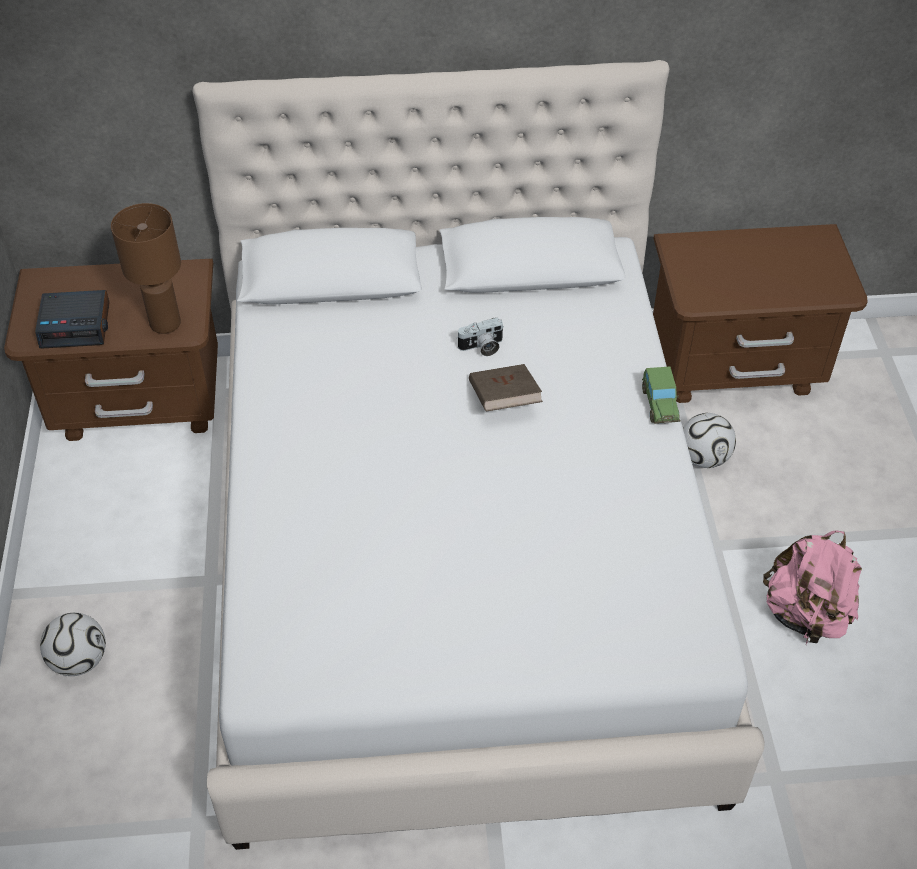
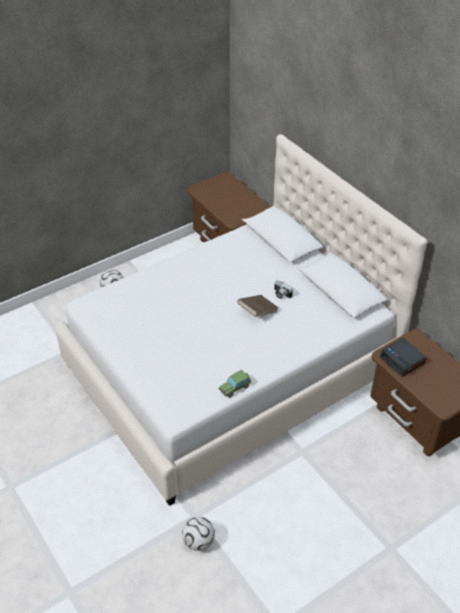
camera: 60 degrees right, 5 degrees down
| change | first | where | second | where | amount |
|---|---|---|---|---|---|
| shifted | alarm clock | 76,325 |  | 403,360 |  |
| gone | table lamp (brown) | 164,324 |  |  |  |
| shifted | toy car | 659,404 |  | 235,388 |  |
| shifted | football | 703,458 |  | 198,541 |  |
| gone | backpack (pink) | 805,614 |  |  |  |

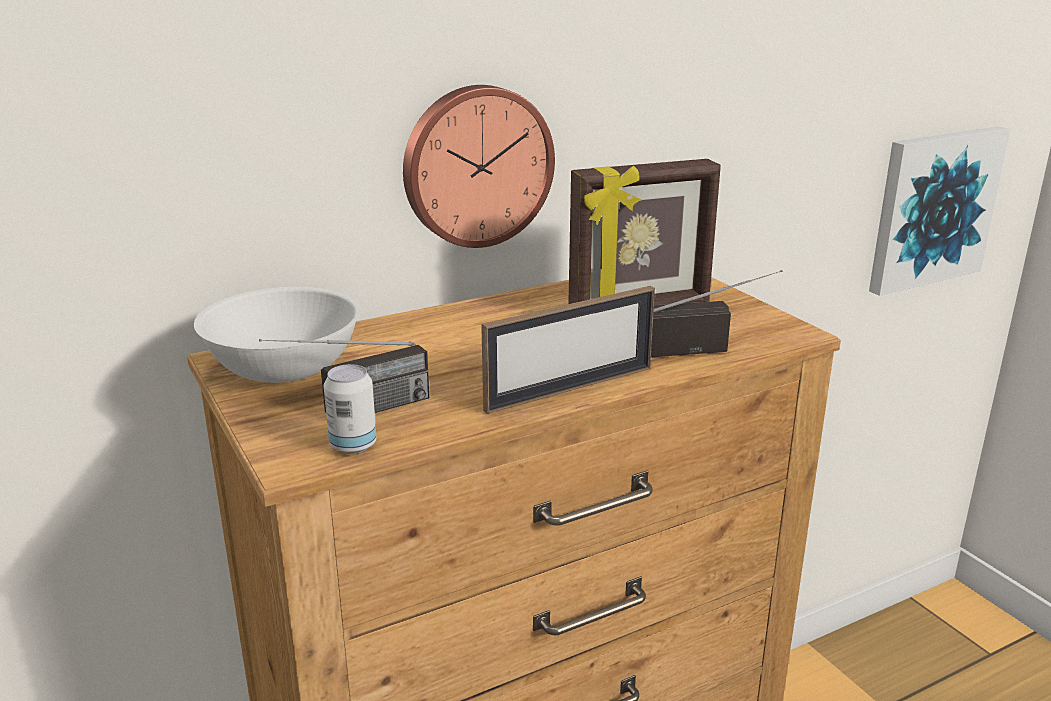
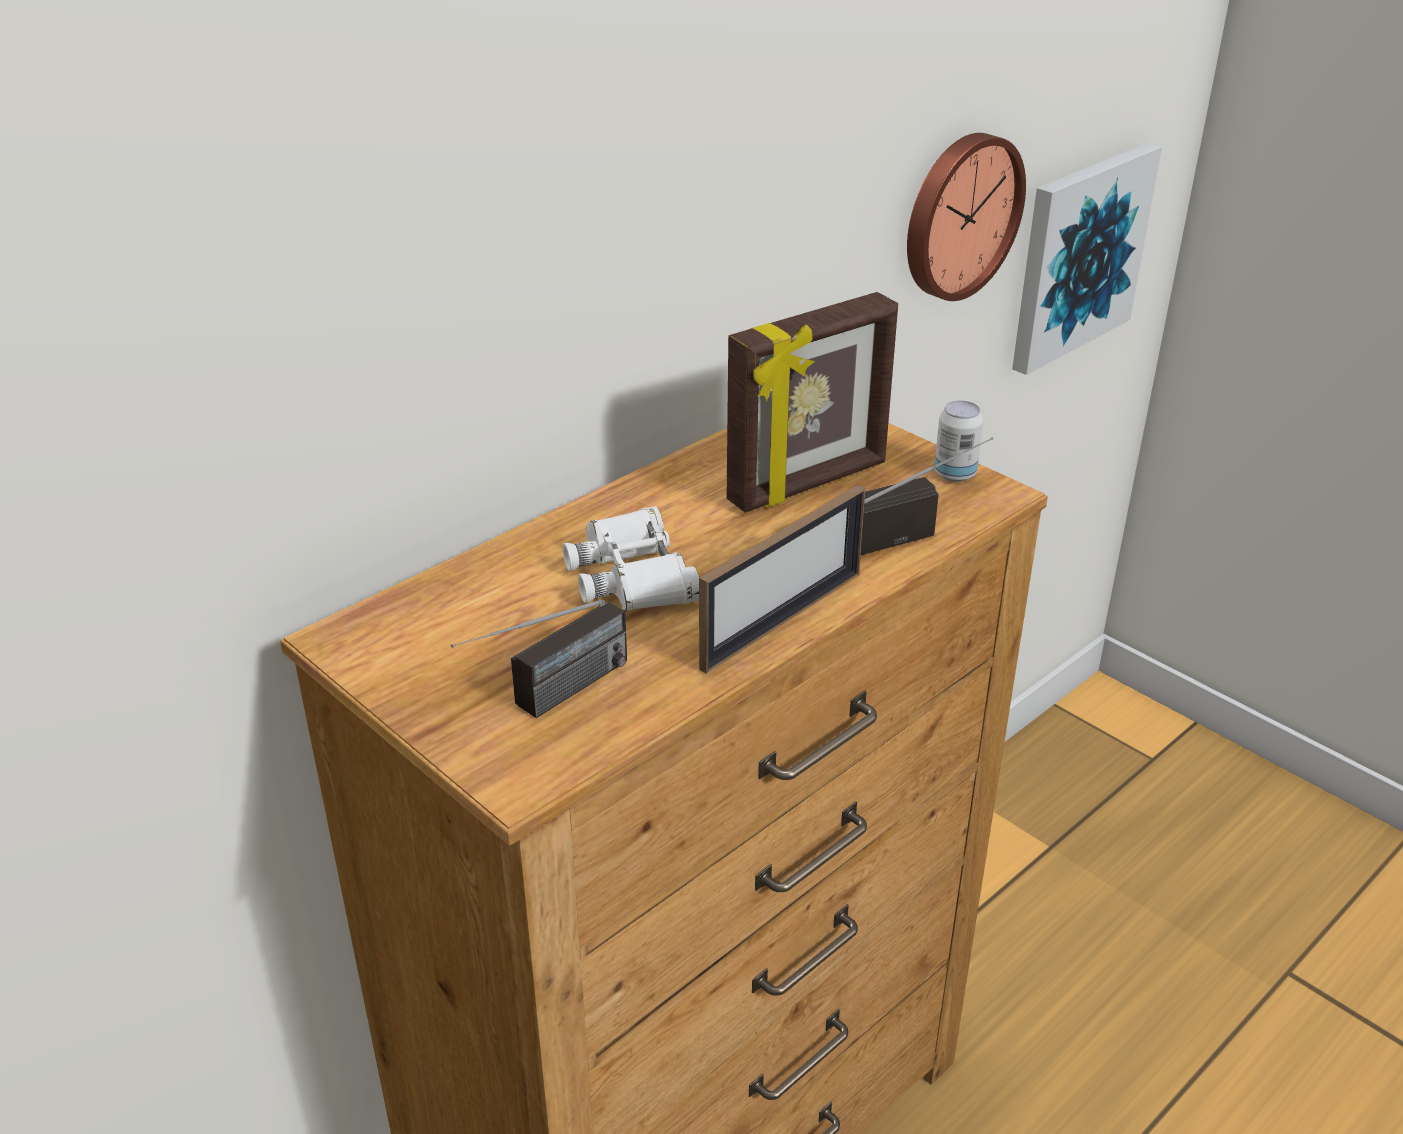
camera: 15 degrees left, 10 degrees up
| change | first | where | second | where | amount |
|---|---|---|---|---|---|
| gone | bowl (white) | 285,368 |  |  |  |
| shifted | can | 353,445 |  | 954,474 |  |
| shifted | wall clock | 476,165 |  | 959,215 |  |
| new |  |  | binoculars (white) | 632,575 |  |

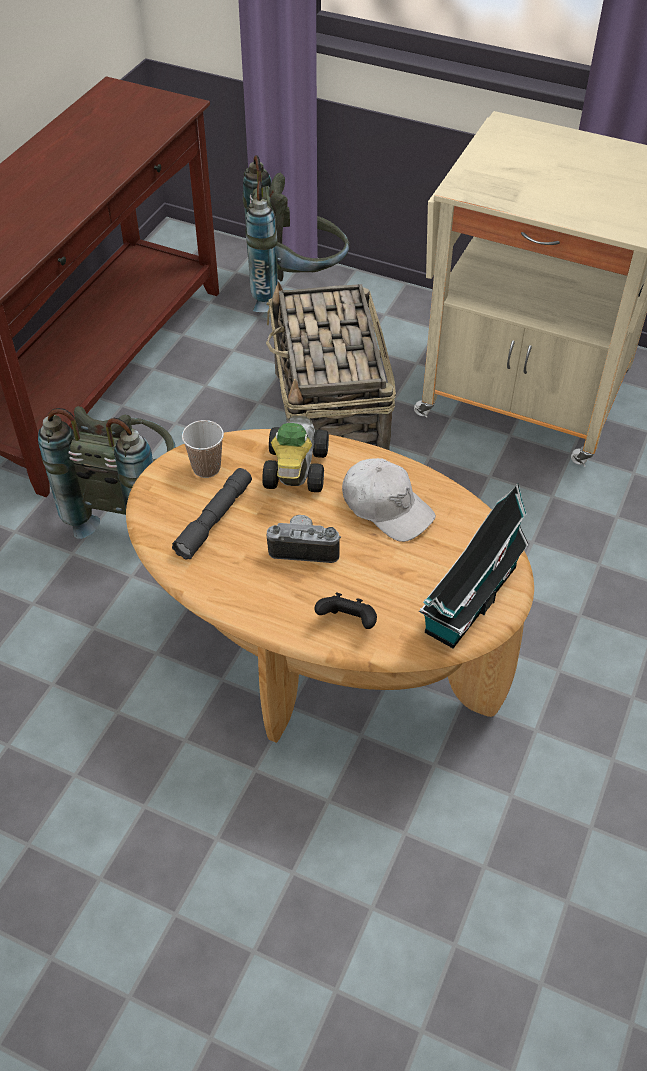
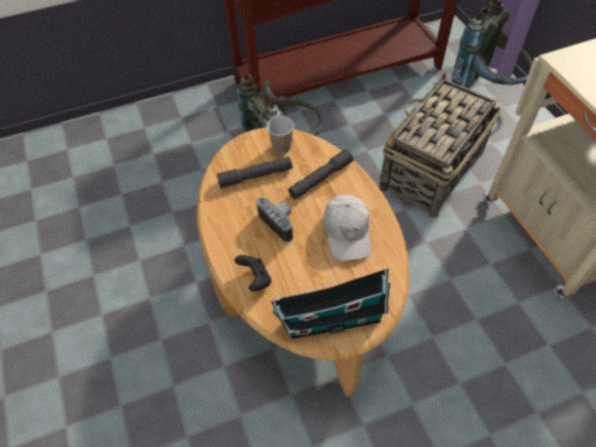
camera: 45 degrees right, 5 degrees up
| change | first | where | second | where | amount |
|---|---|---|---|---|---|
| swapped | toy car | 293,472 | flashlight (grey) | 321,179 |  |

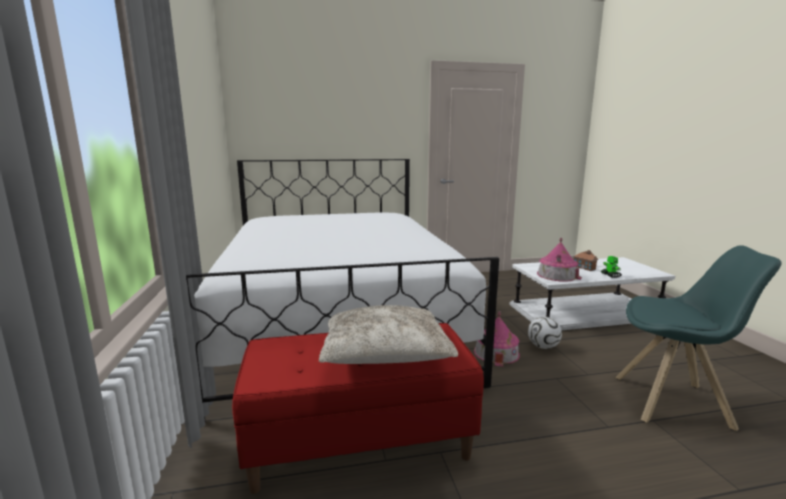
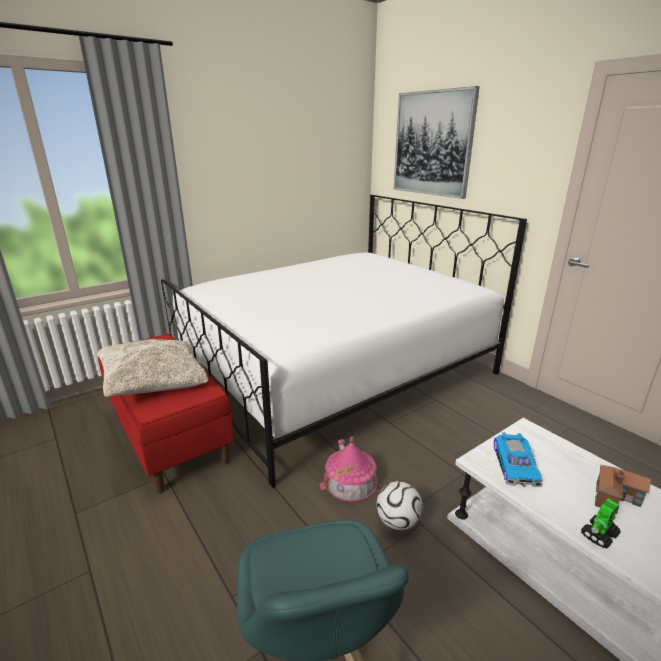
camera: 65 degrees right, 10 degrees up
| change | first | where | second | where | amount |
|---|---|---|---|---|---|
| swapped | toy house | 557,275 | toy car | 516,465 |  |
| new |  |  | picture | 432,144 |  |

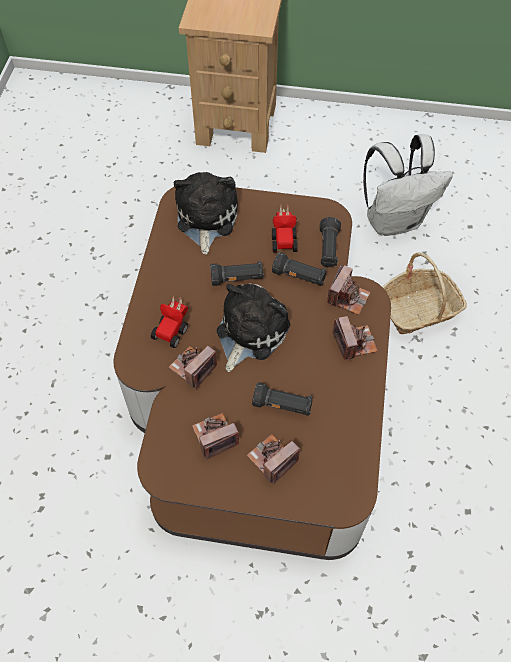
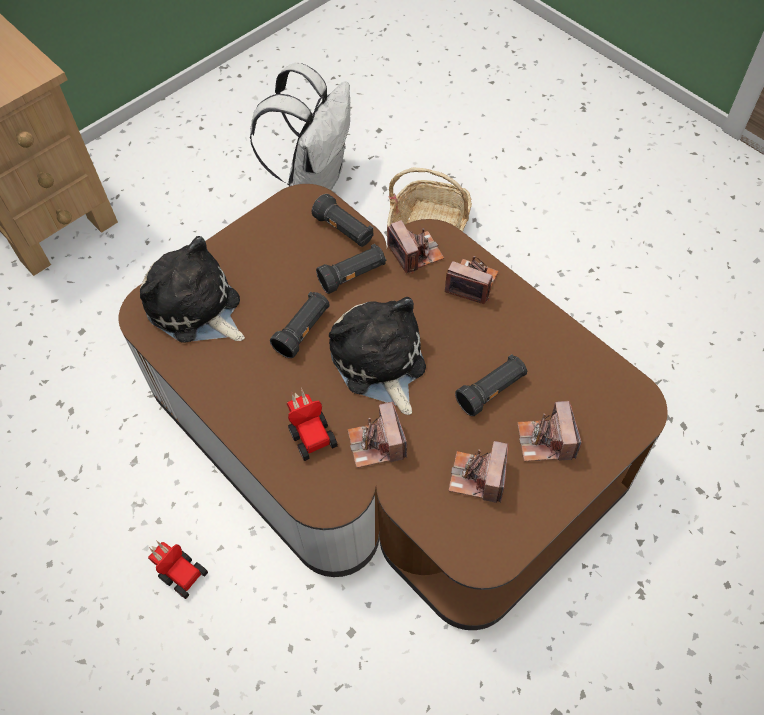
camera: 50 degrees left, 0 degrees up
| change | first | where | second | where | amount |
|---|---|---|---|---|---|
| shifted | toy car | 283,238 |  | 178,571 |  |

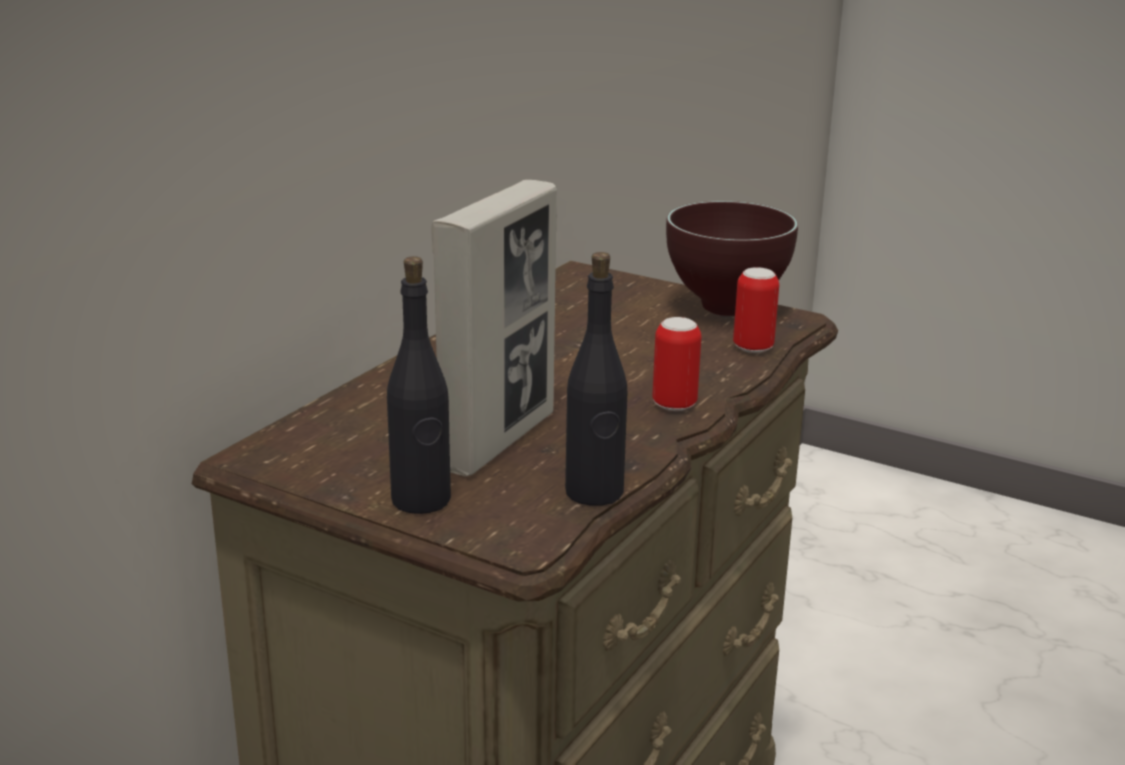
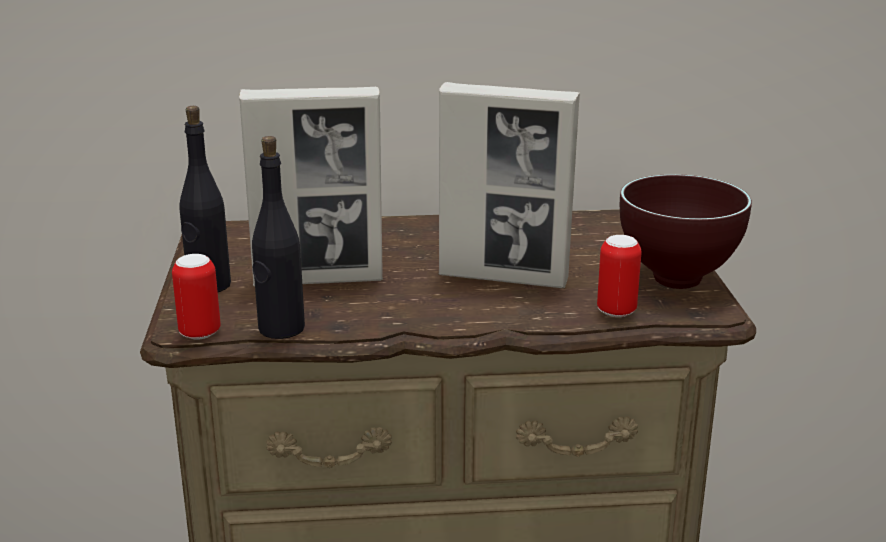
camera: 55 degrees right, 0 degrees up
| change | first | where | second | where | amount |
|---|---|---|---|---|---|
| shifted | can | 674,404 |  | 200,333 |  |
| new |  |  | picture frame | 503,278 |  |

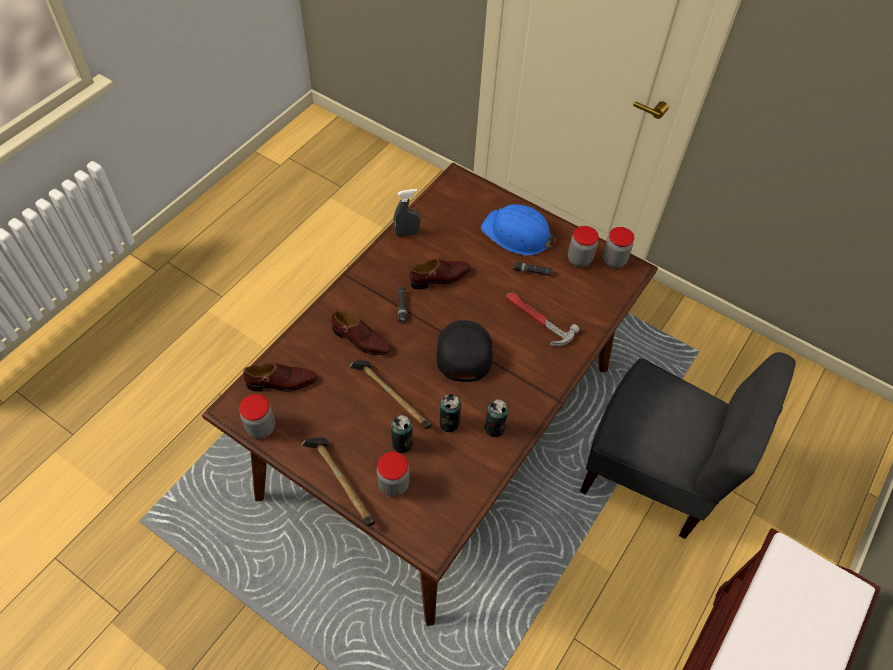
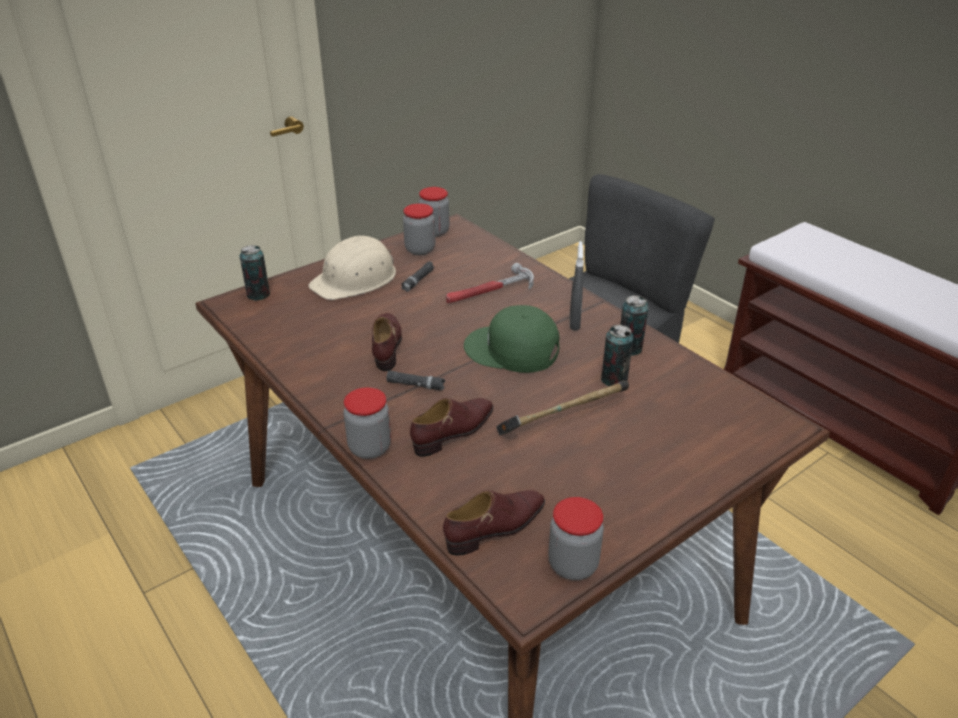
camera: 70 degrees left, 20 degrees down
| change | first | where | second | where | amount |
|---|---|---|---|---|---|
| rotated | shoe (brown) | 282,383 |  | 496,528 | 45 degrees clockwise |
| gone | hammer | 341,483 |  |  |  |
| shifted | jar | 393,484 |  | 369,448 |  |
| shifted | can | 402,444 |  | 258,295 |  |
| shifted | spray bottle (grey) | 407,233 |  | 574,322 |  |
| repainted | cap (black) | 463,352 | cap (green) | 512,350 |  |
| repainted | hard hat (blue) | 517,234 | hard hat (beige) | 355,279 |  |

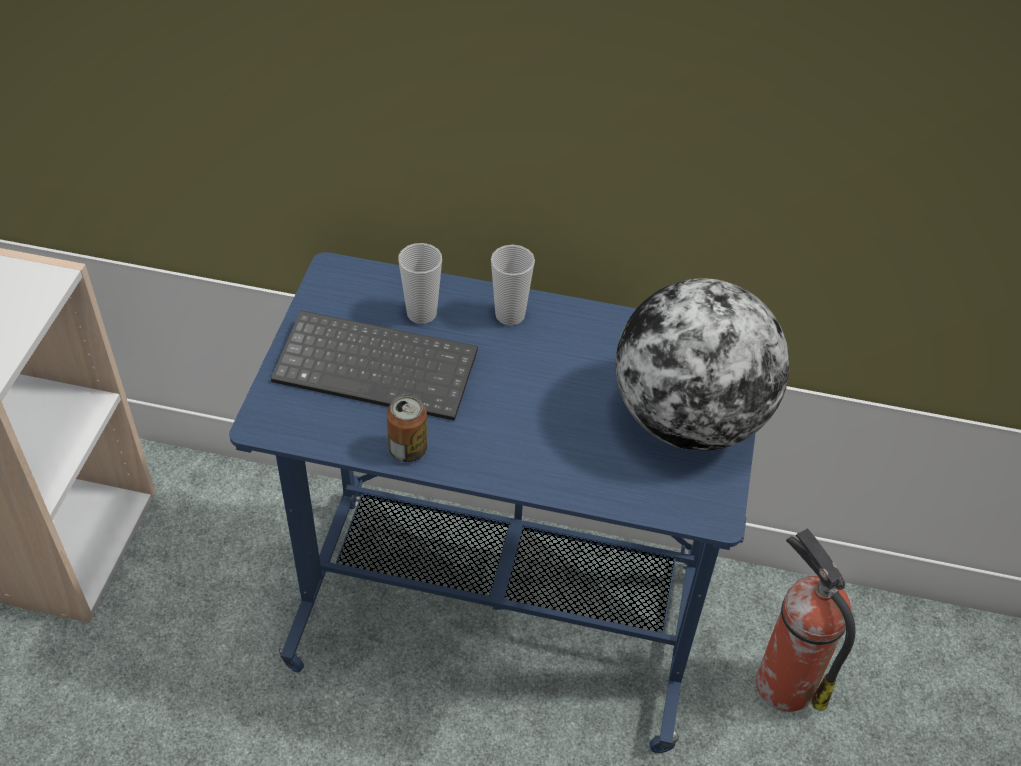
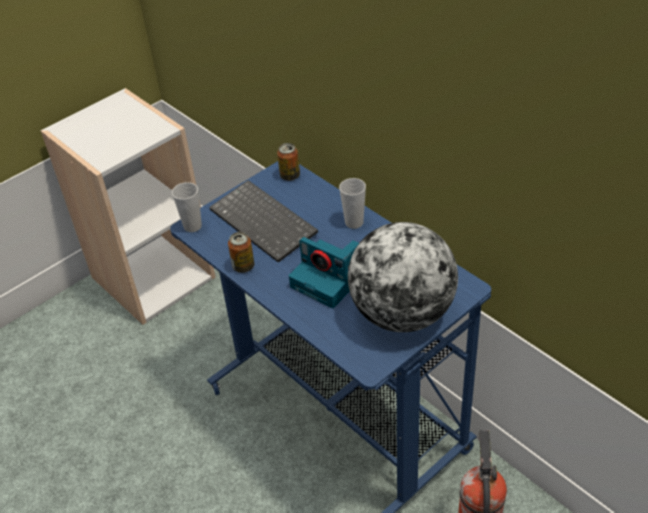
camera: 40 degrees right, 5 degrees down
| change | first | where | second | where | amount |
|---|---|---|---|---|---|
| shifted | cup | 421,313 |  | 192,226 |  |
| new |  |  | can | 290,176 |  |
| new |  |  | photo camera | 330,280 |  |

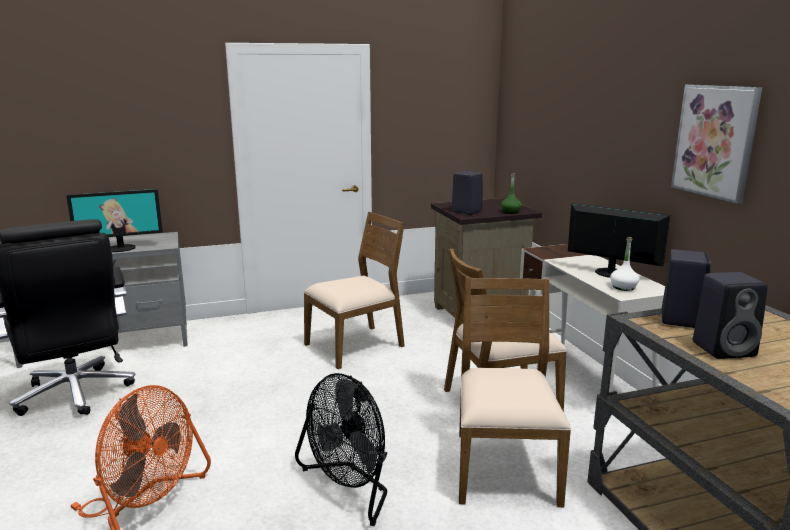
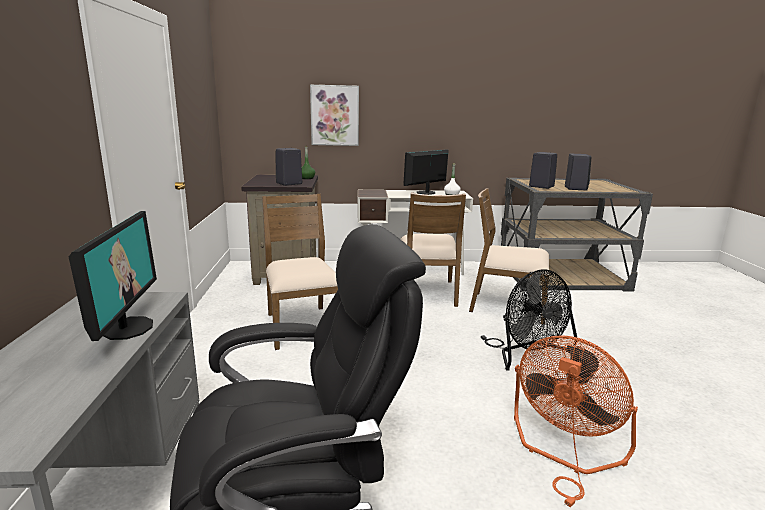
camera: 75 degrees left, 0 degrees up
| change | first | where | second | where | amount |
|---|---|---|---|---|---|
| shifted | picture | 715,141 |  | 335,115 |  |

